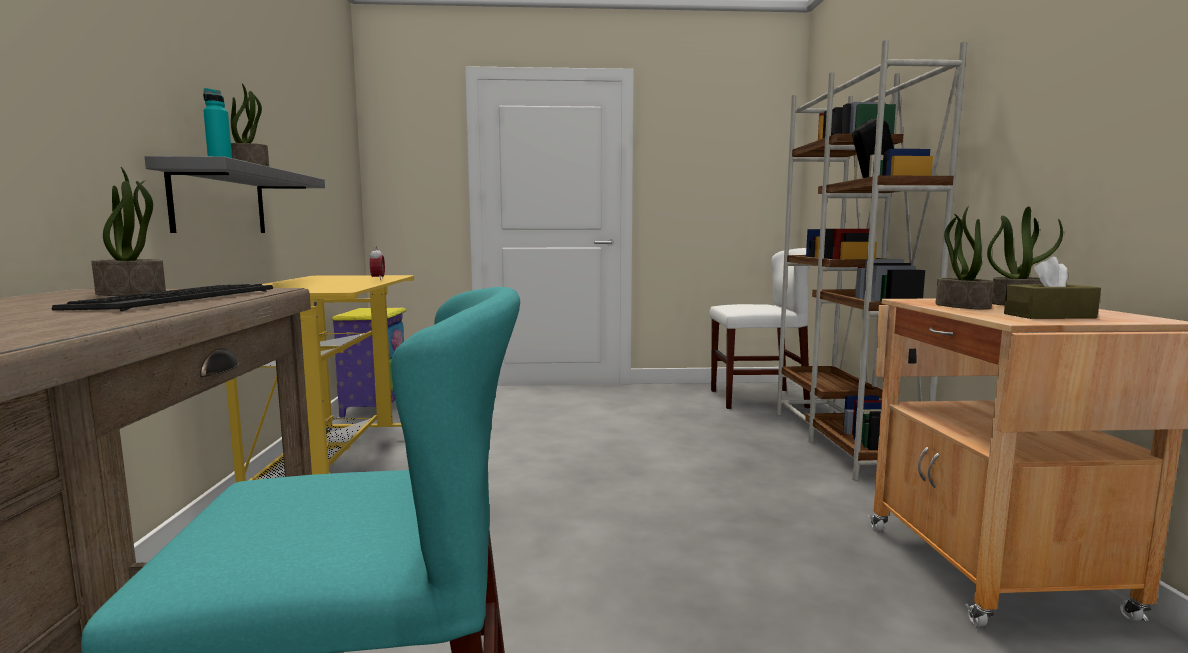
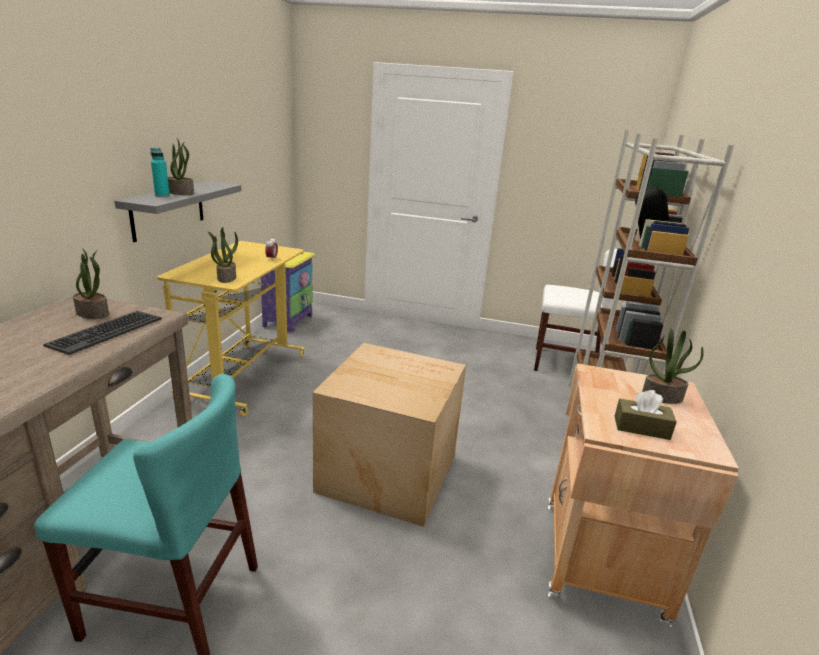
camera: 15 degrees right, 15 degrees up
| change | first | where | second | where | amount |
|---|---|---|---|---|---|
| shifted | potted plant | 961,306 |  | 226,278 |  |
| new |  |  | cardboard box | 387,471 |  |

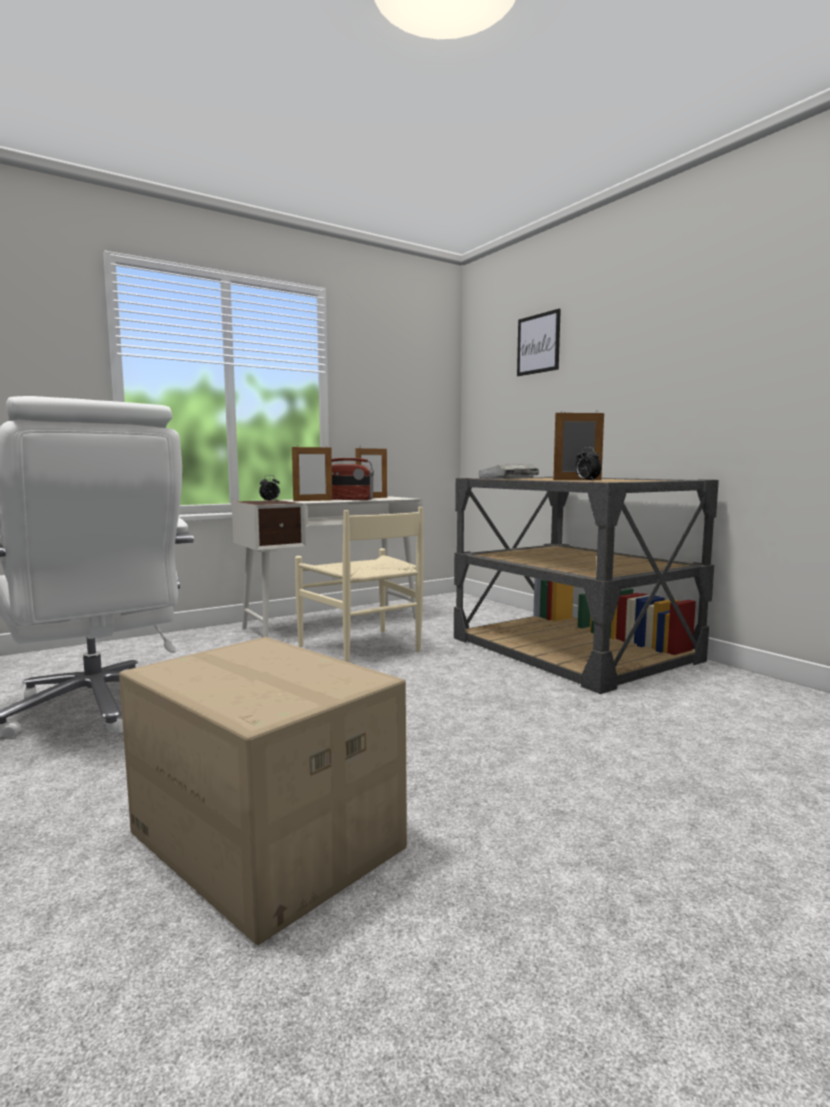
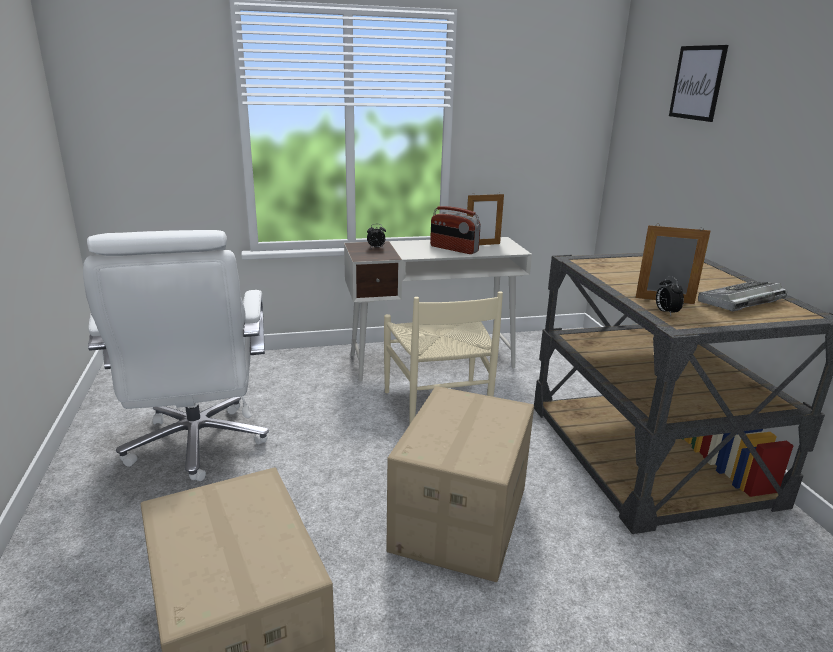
camera: 20 degrees right, 15 degrees up
| change | first | where | second | where | amount |
|---|---|---|---|---|---|
| gone | picture frame | 313,500 |  |  |  |
| shifted | keyboard | 509,478 |  | 740,302 |  |
| new |  |  | cardboard box | 459,518 |  |

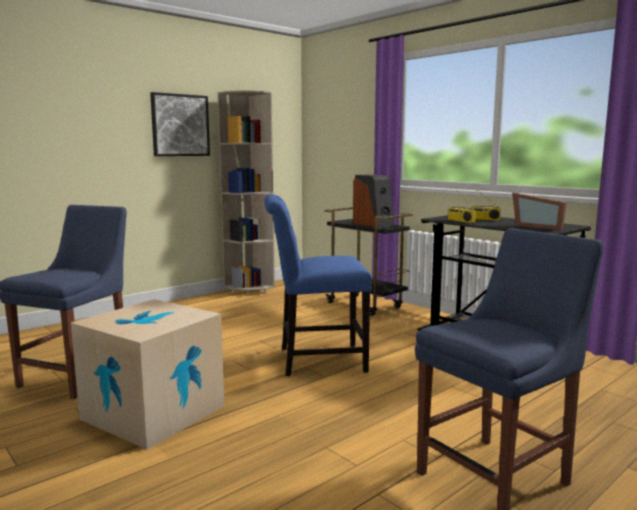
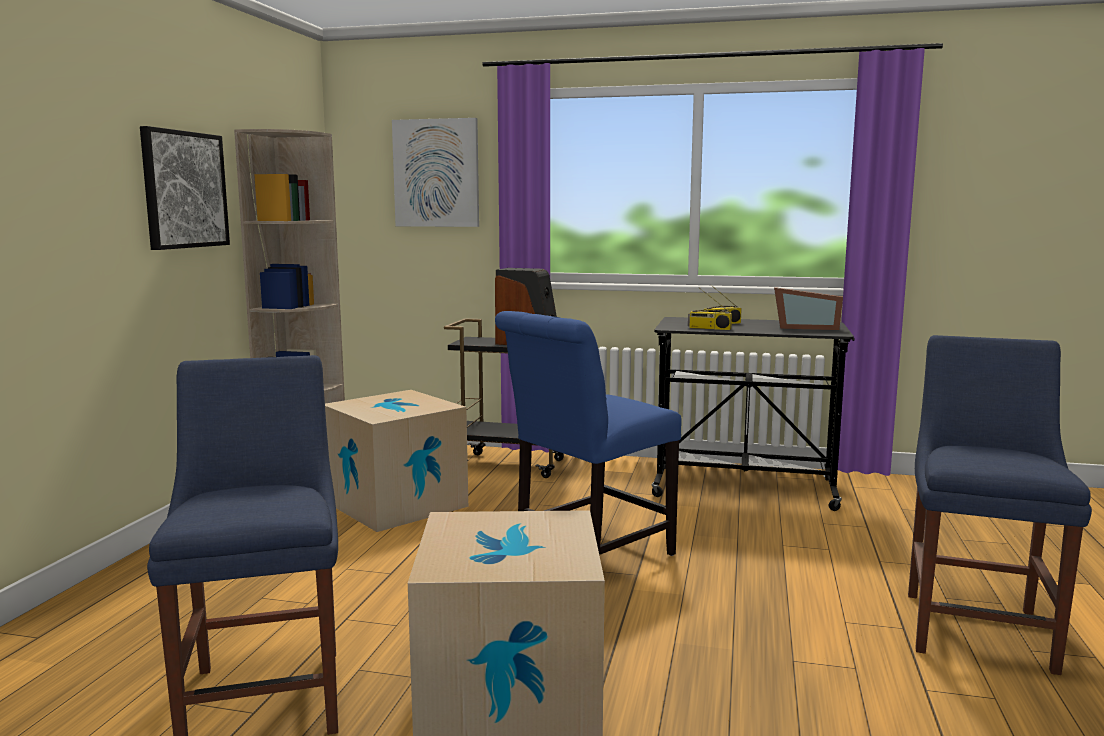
camera: 35 degrees left, 0 degrees up
| change | first | where | second | where | amount |
|---|---|---|---|---|---|
| new |  |  | cardboard box | 397,504 |  |
| new |  |  | picture | 436,173 |  |

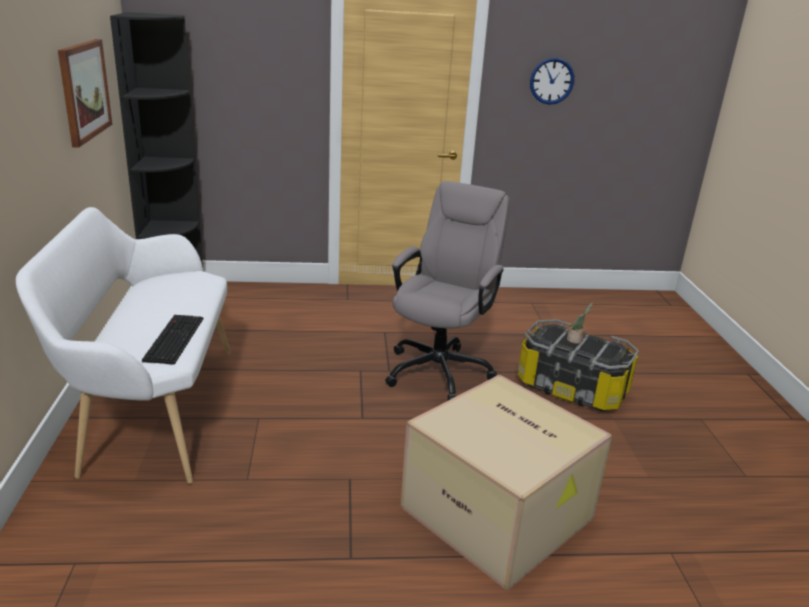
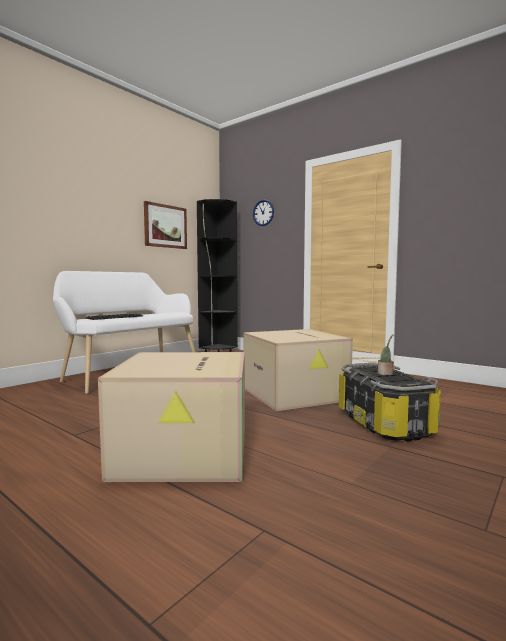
camera: 45 degrees right, 20 degrees down
| change | first | where | second | where | amount |
|---|---|---|---|---|---|
| swapped | office chair (grey) | 440,370 | cardboard box | 296,394 |  |
| shifted | wall clock | 551,81 |  | 263,213 |  |

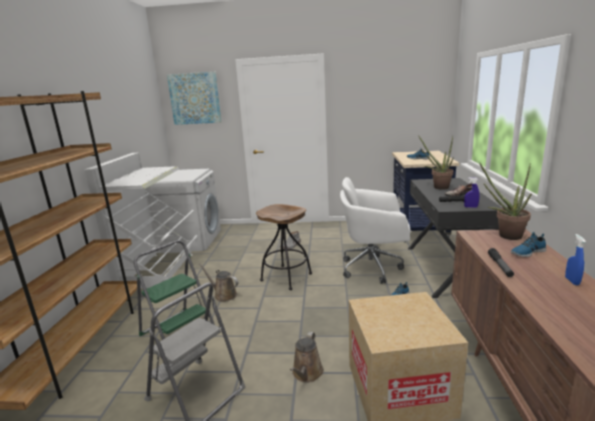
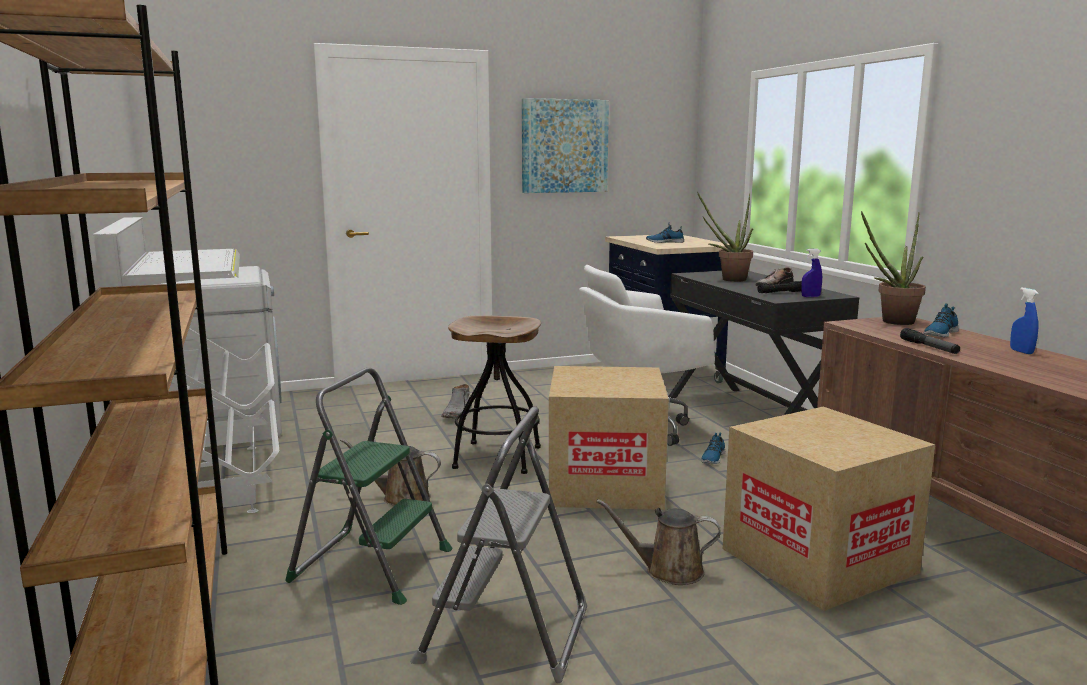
camera: 25 degrees left, 5 degrees down
| change | first | where | second | where | amount |
|---|---|---|---|---|---|
| shifted | picture | 195,98 |  | 564,146 |  |
| rotated | watering can (brown) | 306,373 |  | 668,571 | 105 degrees clockwise |
| new |  |  | cardboard box | 605,485 |  |

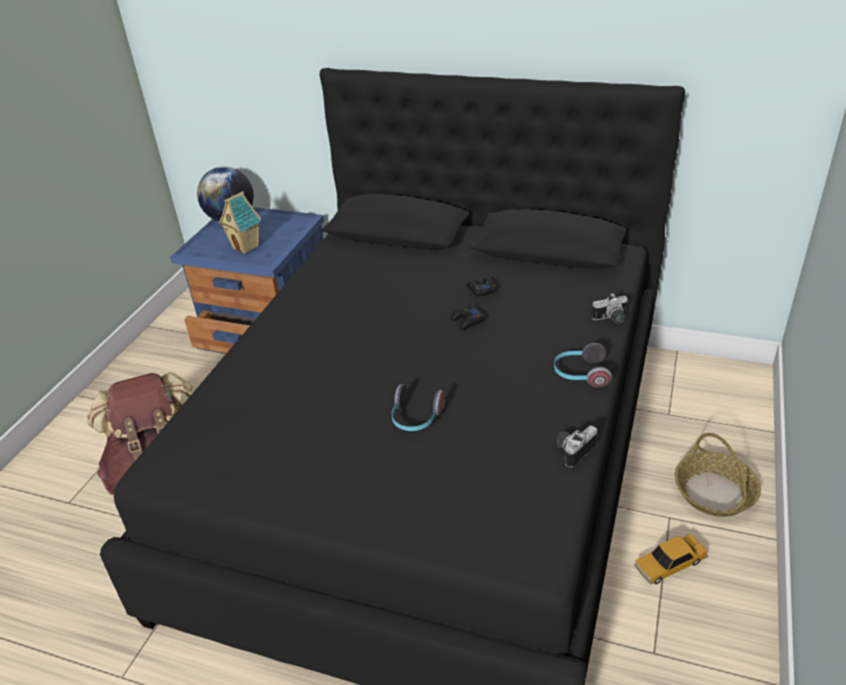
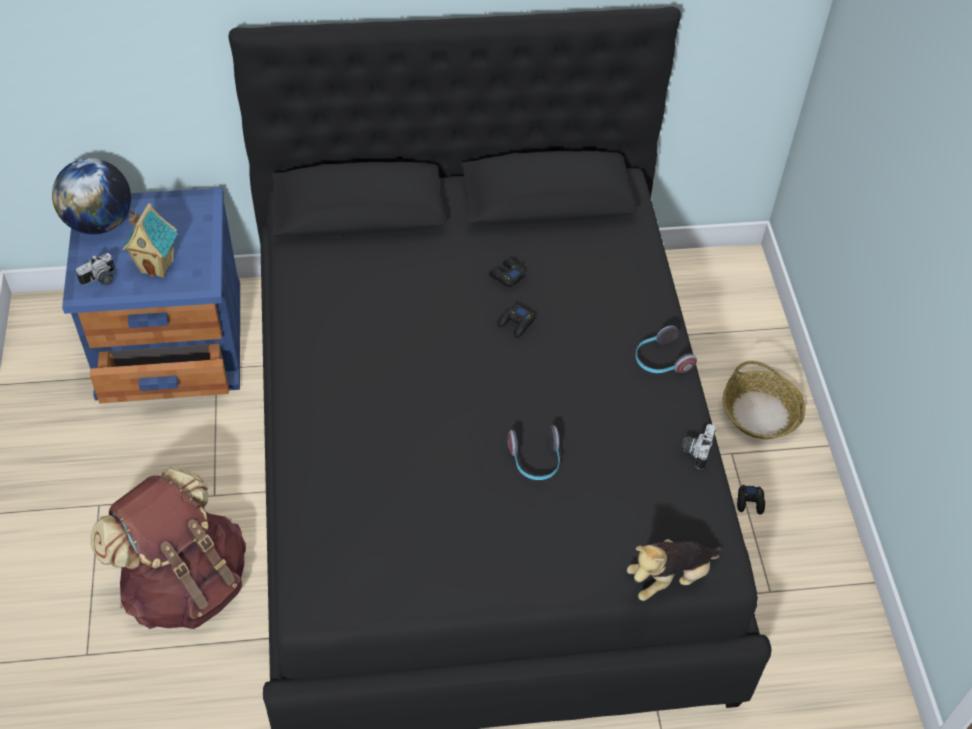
camera: 30 degrees left, 15 degrees up
| change | first | where | second | where | amount |
|---|---|---|---|---|---|
| shifted | photo camera | 611,319 |  | 101,280 |  |
| swapped | toy car | 669,564 | game controller (black) | 750,502 |  |
| new |  |  | plush toy | 669,578 |  |

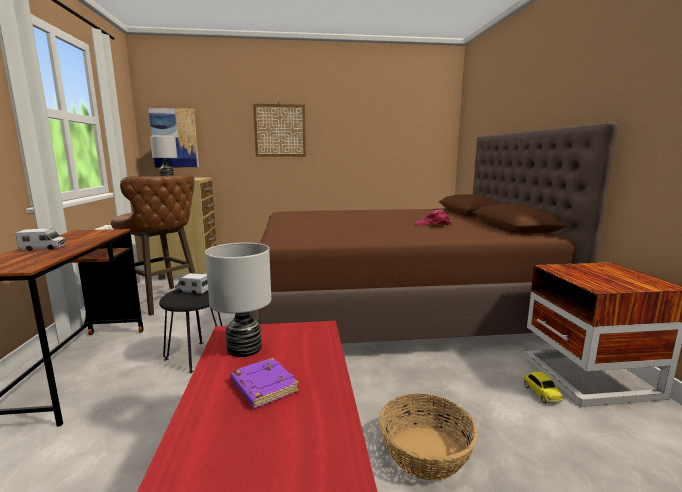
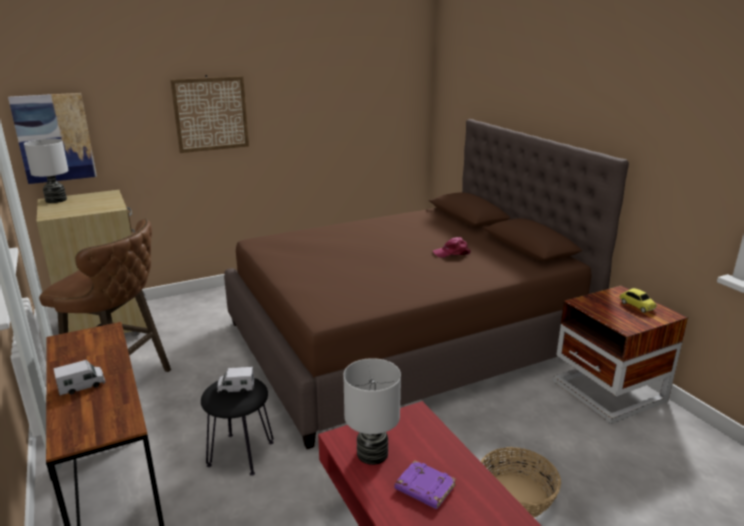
camera: 20 degrees left, 10 degrees up
| change | first | where | second | where | amount |
|---|---|---|---|---|---|
| shifted | toy car | 541,393 |  | 636,306 |  |

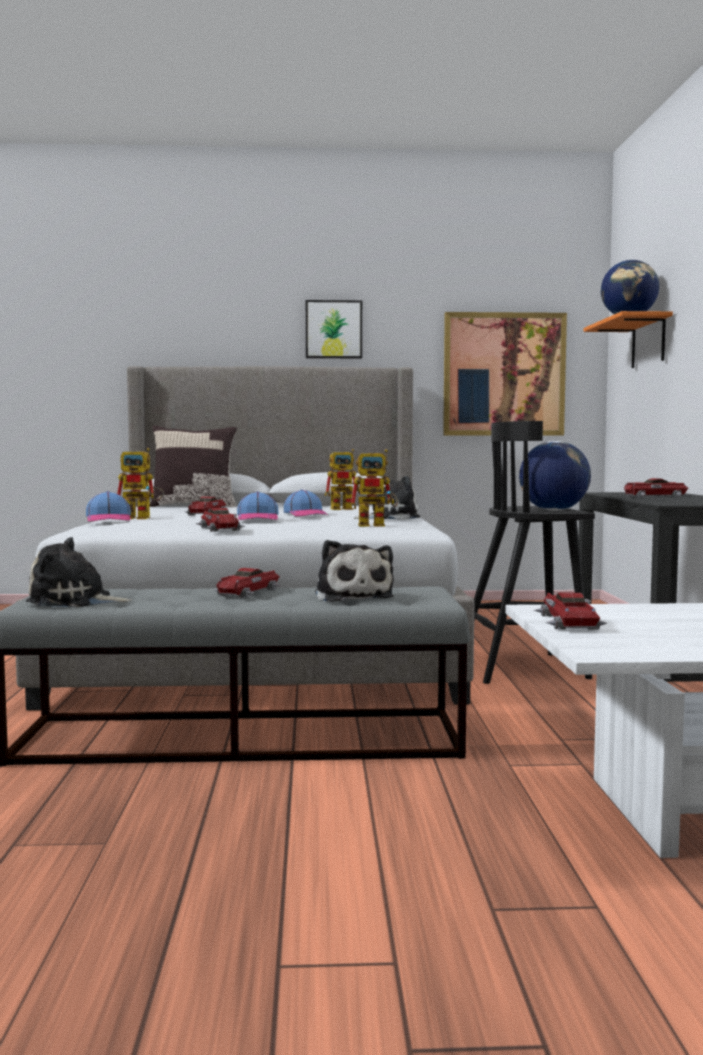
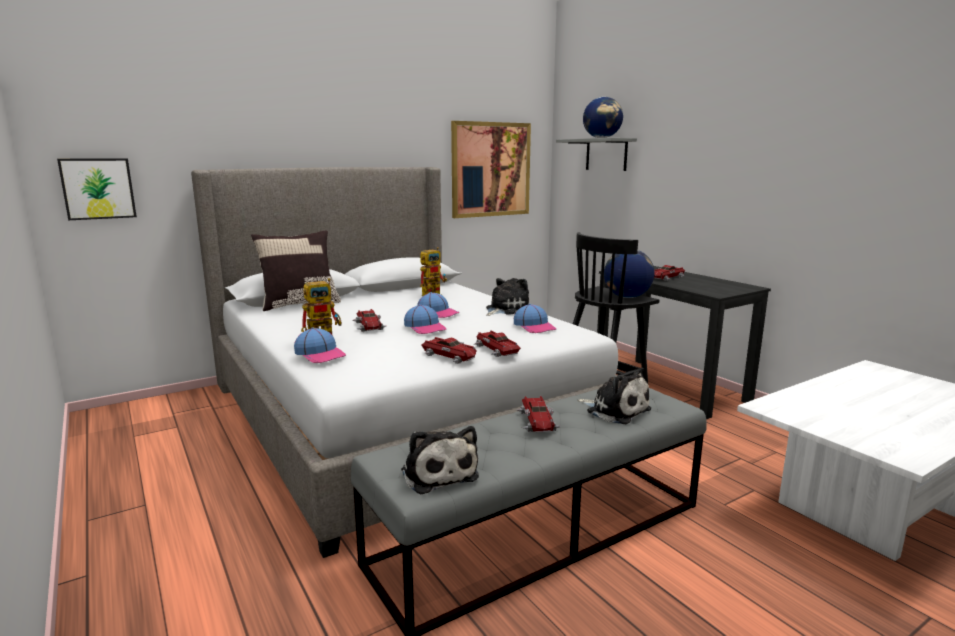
camera: 30 degrees left, 10 degrees up
| change | first | where | second | where | amount |
|---|---|---|---|---|---|
| rotated | plush toy | 74,601 |  | 438,473 | 90 degrees counterclockwise |
| shifted | picture | 333,329 |  | 98,188 |  |
| swapped | toy robot | 378,525 | cap | 534,327 |  |
| shifted | toy car | 568,622 |  | 496,349 |  |
| repainted | shelf (orange) | 648,342 | shelf (grey) | 606,154 |  |

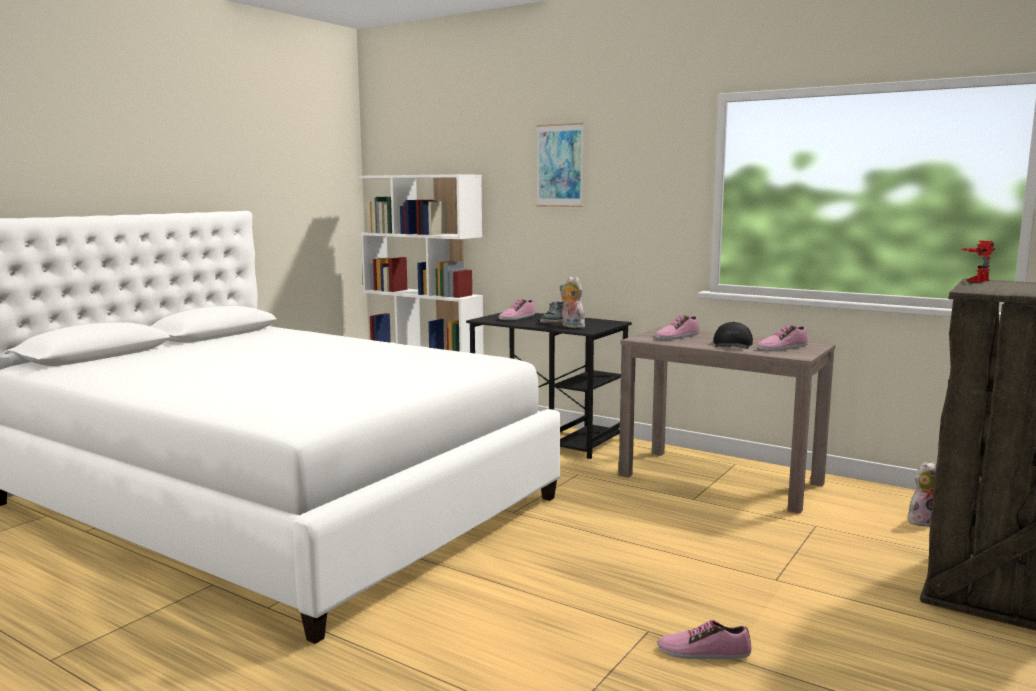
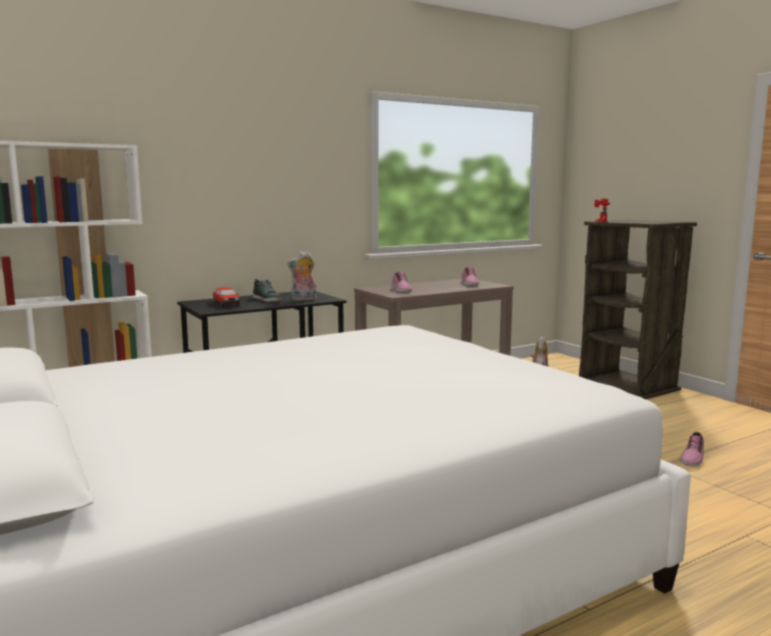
camera: 65 degrees left, 0 degrees up
| change | first | where | second | where | amount |
|---|---|---|---|---|---|
| swapped | shoe | 517,317 | toy car | 226,304 |  |
| gone | picture | 560,165 |  |  |  |
| gone | cap (black) | 732,345 |  |  |  |

